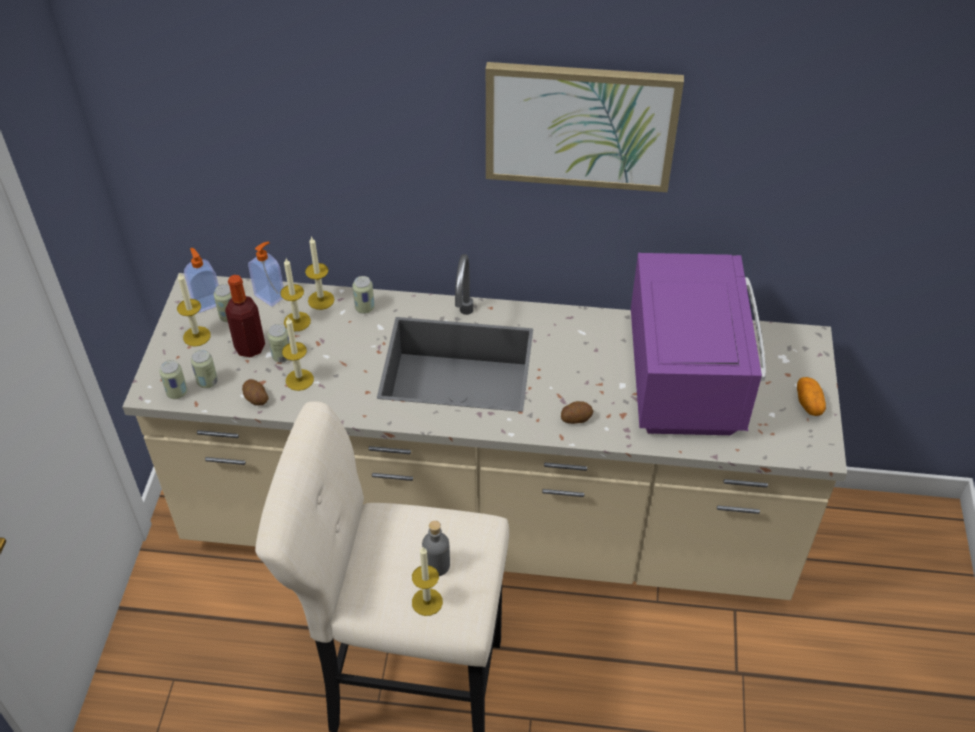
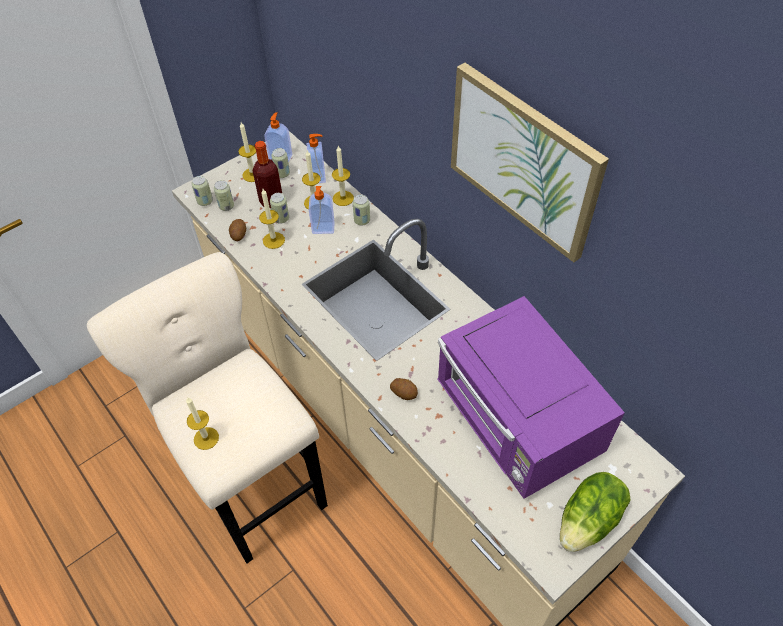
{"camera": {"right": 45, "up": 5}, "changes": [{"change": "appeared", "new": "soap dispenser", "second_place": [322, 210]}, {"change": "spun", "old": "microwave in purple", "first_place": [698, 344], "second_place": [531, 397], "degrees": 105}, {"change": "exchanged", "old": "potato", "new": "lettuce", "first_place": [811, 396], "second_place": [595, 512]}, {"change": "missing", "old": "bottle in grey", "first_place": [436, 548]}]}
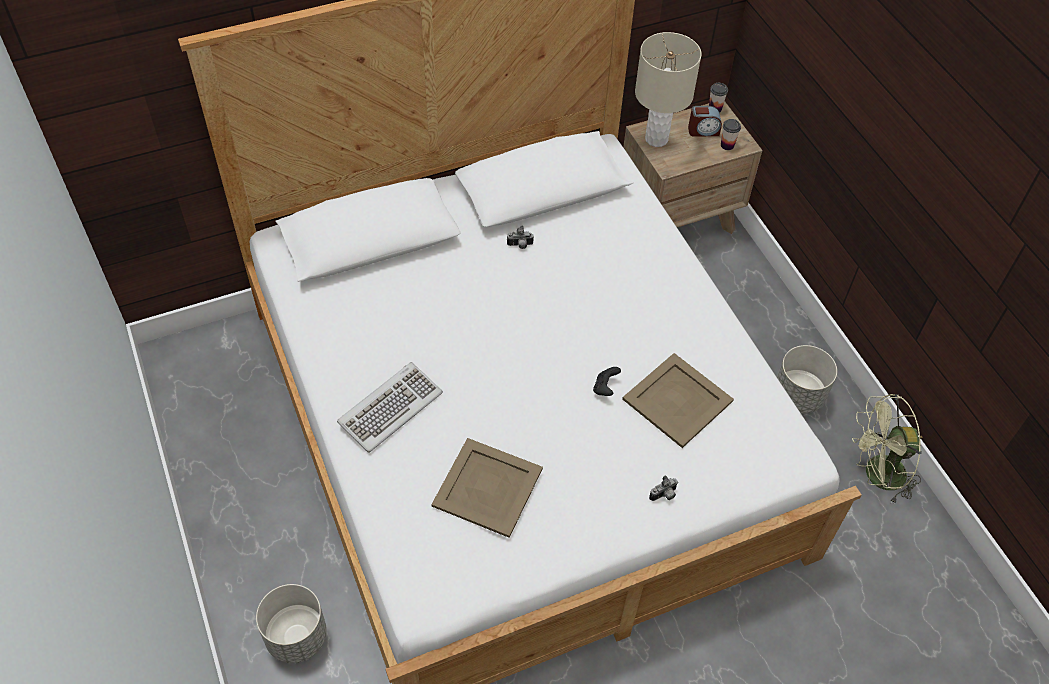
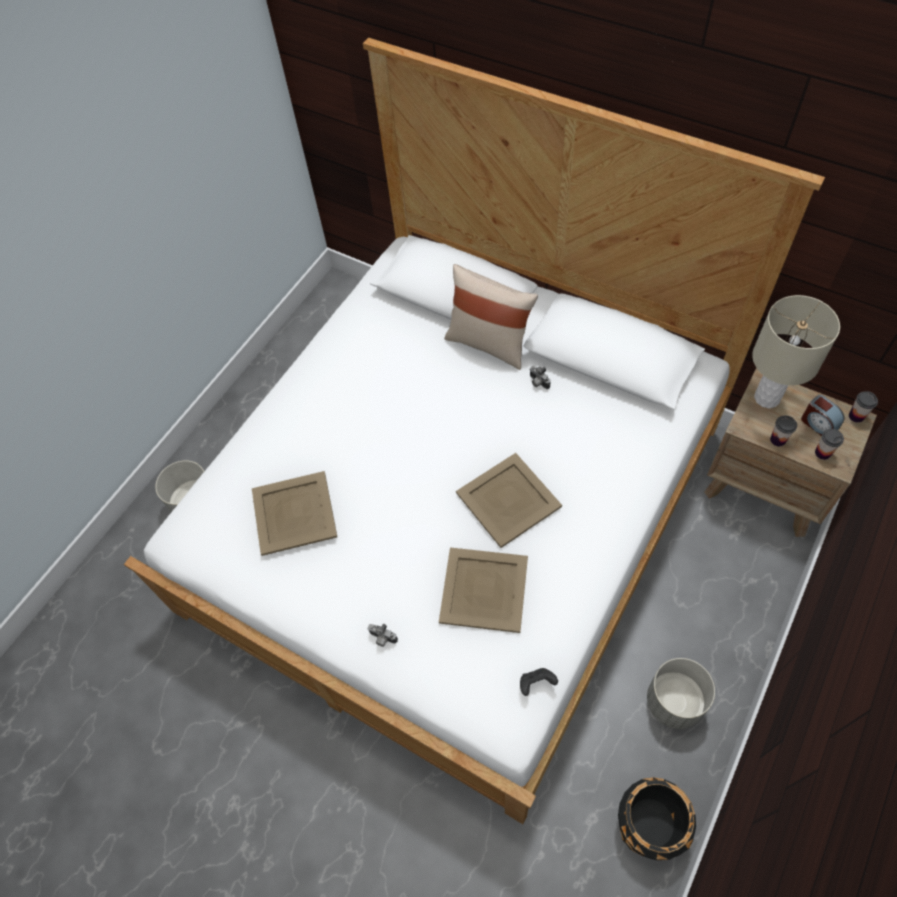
{"camera": {"right": 60, "up": 5}, "changes": [{"change": "appeared", "new": "pillow in beige", "second_place": [491, 317]}, {"change": "appeared", "new": "tray in beige", "second_place": [509, 500]}, {"change": "relocated", "old": "game controller in black", "first_place": [607, 381], "second_place": [539, 682]}, {"change": "exchanged", "old": "fan in green", "new": "planter in black", "first_place": [887, 449], "second_place": [657, 818]}, {"change": "appeared", "new": "cup", "second_place": [783, 431]}, {"change": "missing", "old": "keyboard", "first_place": [390, 407]}]}
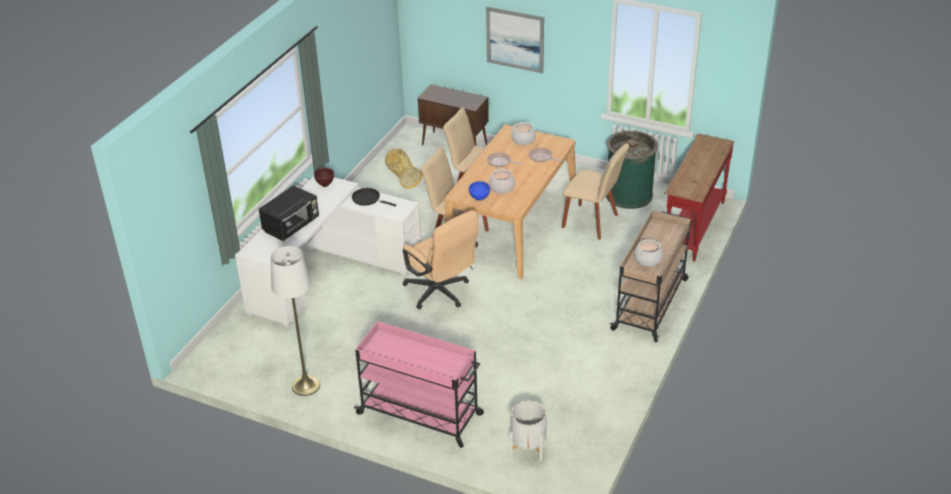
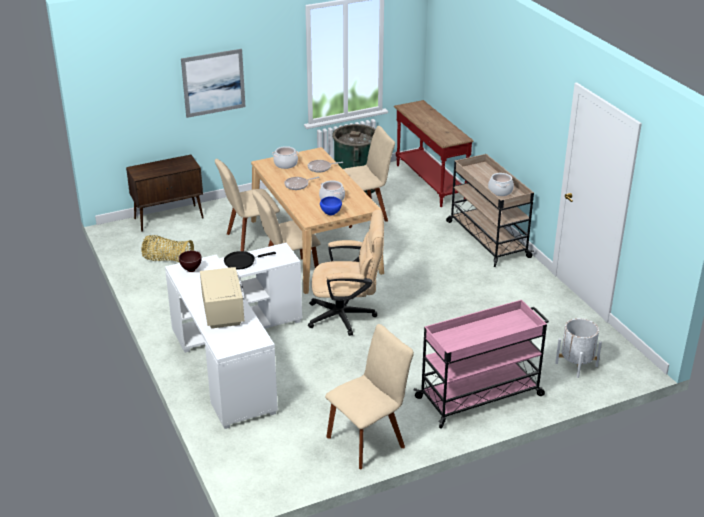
{"camera": {"right": -50, "up": -5}, "changes": [{"change": "colour", "old": "microwave in black", "new": "microwave in beige", "first_place": [289, 213], "second_place": [222, 298]}, {"change": "exchanged", "old": "floor lamp in white", "new": "chair in beige", "first_place": [295, 321], "second_place": [369, 396]}]}
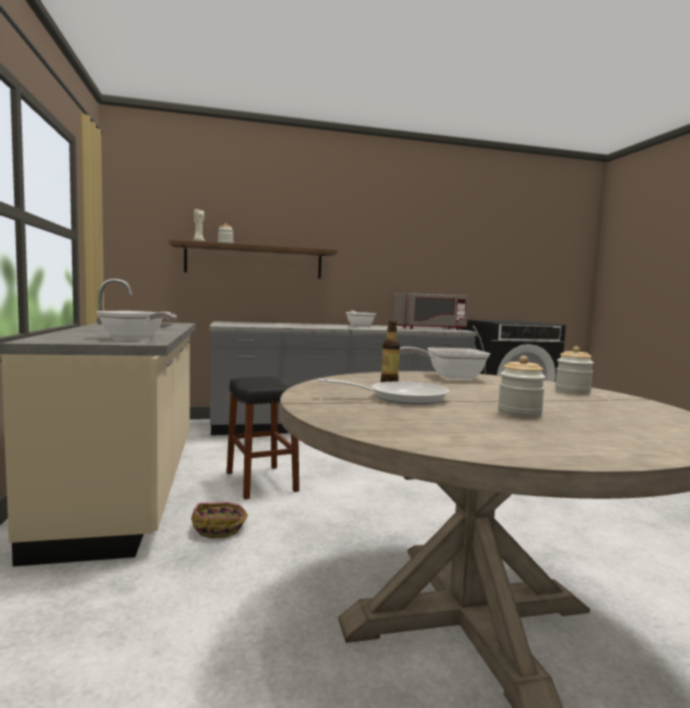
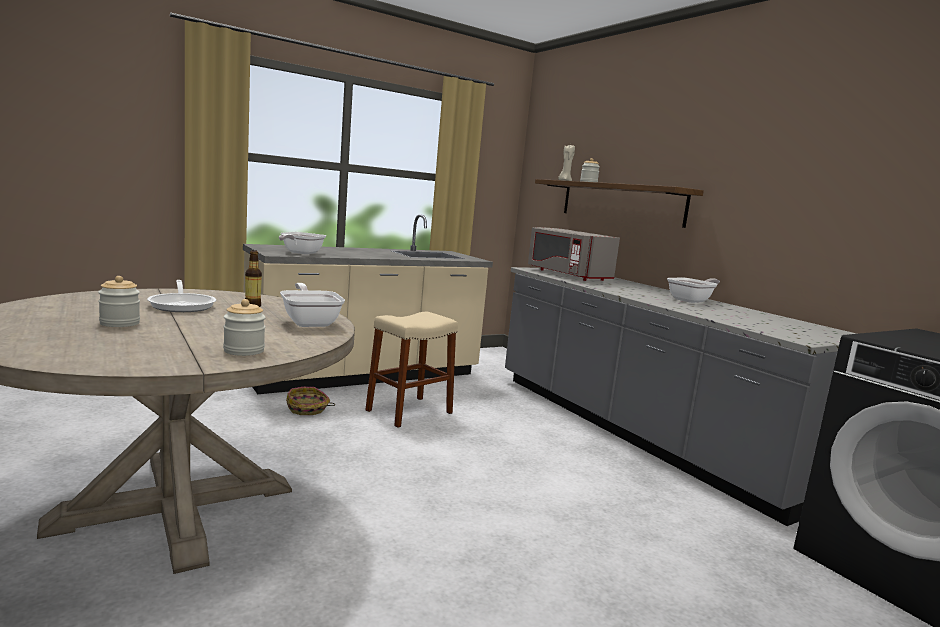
{"camera": {"right": 70, "up": 5}, "changes": [{"change": "colour", "old": "stool in black", "new": "stool in beige", "first_place": [263, 438], "second_place": [411, 370]}, {"change": "relocated", "old": "microwave in grey", "first_place": [431, 311], "second_place": [574, 254]}]}
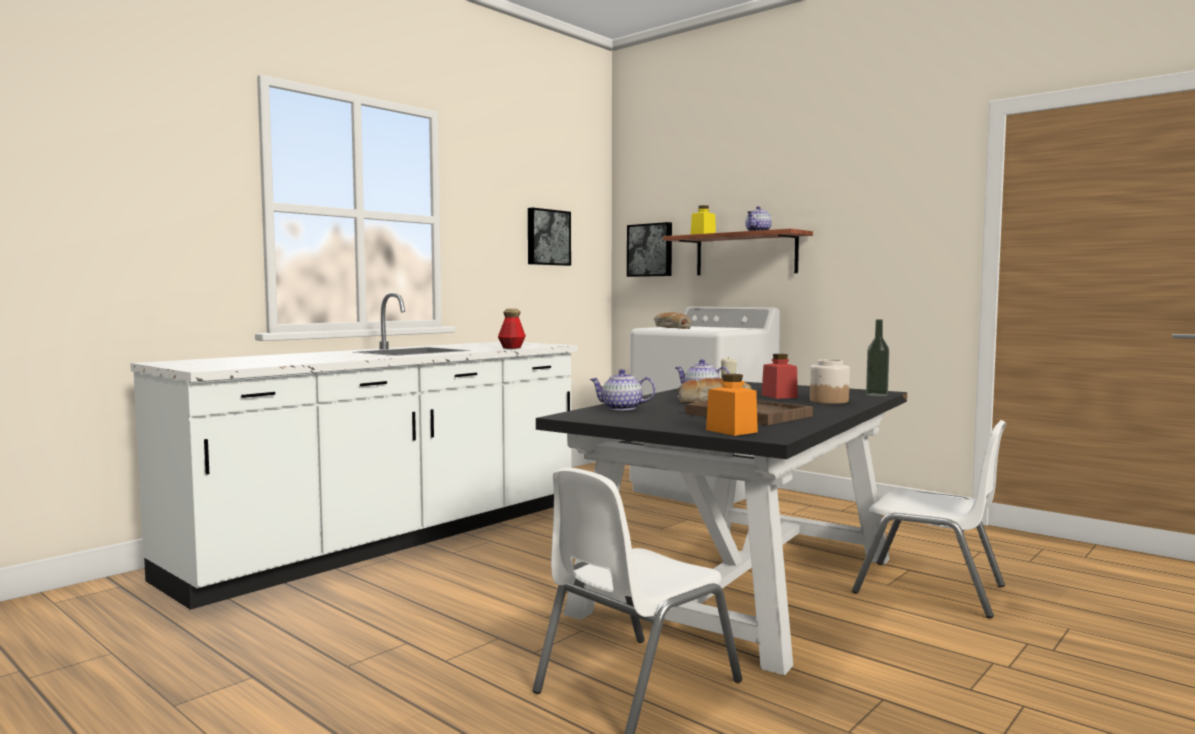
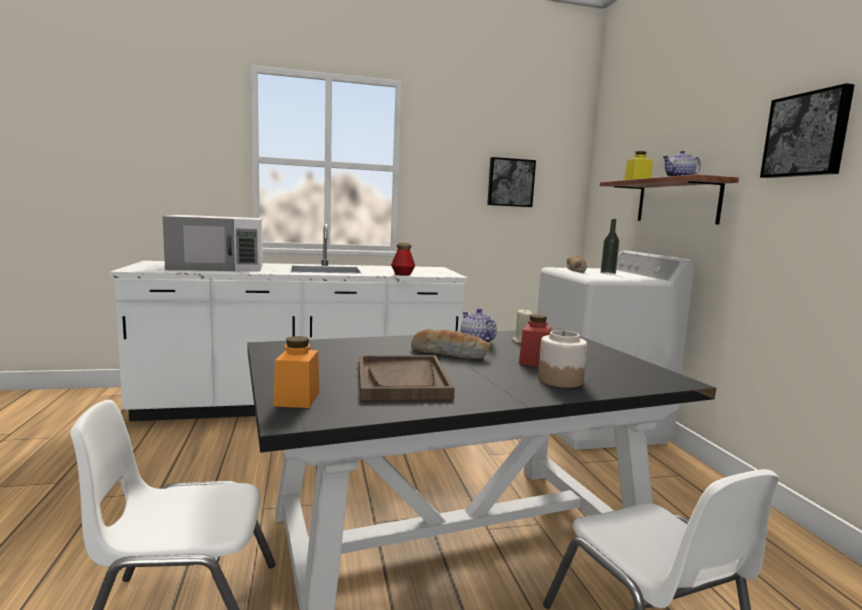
{"camera": {"right": 35, "up": 5}, "changes": [{"change": "appeared", "new": "microwave in white", "second_place": [213, 243]}, {"change": "relocated", "old": "bottle", "first_place": [877, 357], "second_place": [610, 246]}, {"change": "relocated", "old": "picture", "first_place": [649, 249], "second_place": [807, 130]}, {"change": "missing", "old": "teapot", "first_place": [623, 389]}]}
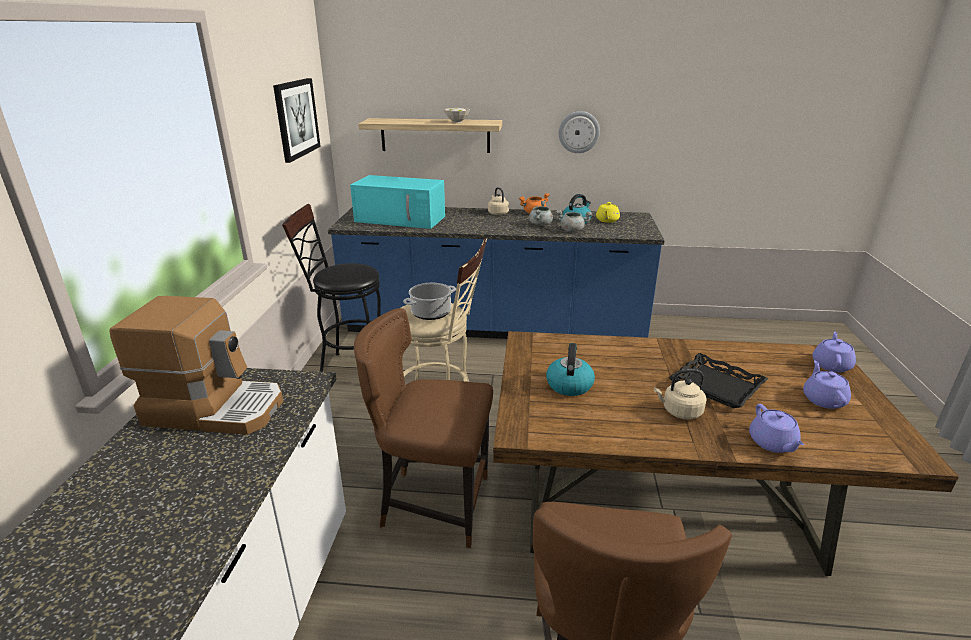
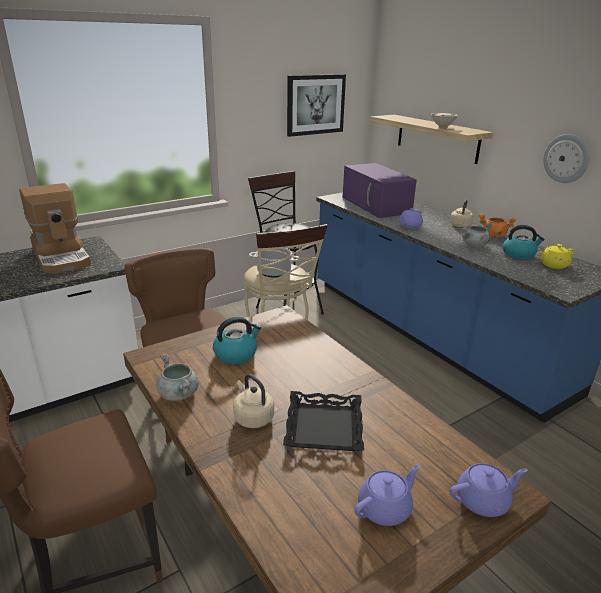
{"camera": {"right": 50, "up": 0}, "changes": [{"change": "relocated", "old": "cooking pot in grey", "first_place": [574, 221], "second_place": [177, 377]}, {"change": "colour", "old": "microwave in turquoise", "new": "microwave in purple", "first_place": [397, 202], "second_place": [380, 190]}, {"change": "relocated", "old": "teapot in purple", "first_place": [776, 428], "second_place": [411, 218]}]}
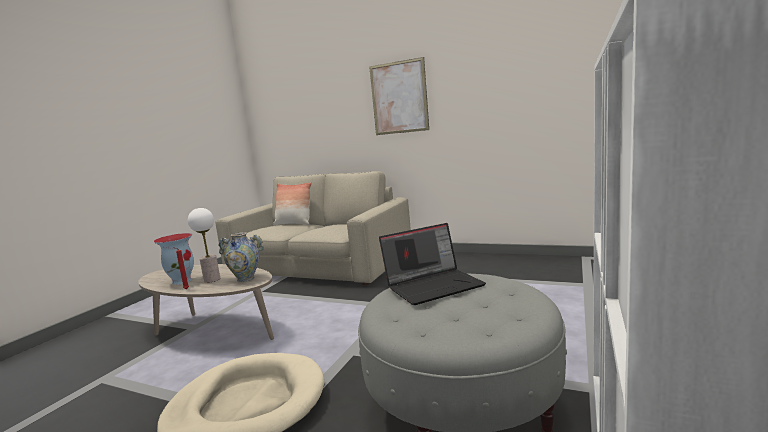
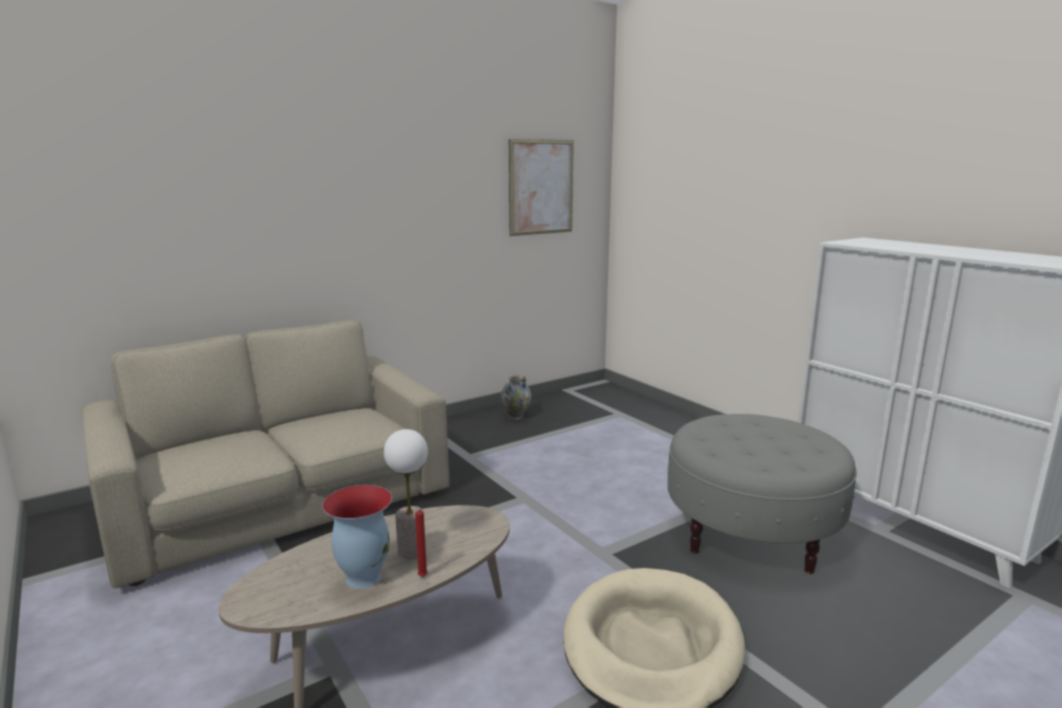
{"camera": {"right": -60, "up": 5}, "changes": [{"change": "relocated", "old": "vase", "first_place": [241, 257], "second_place": [516, 397]}, {"change": "relocated", "old": "picture", "first_place": [399, 96], "second_place": [541, 187]}, {"change": "missing", "old": "pillow", "first_place": [292, 204]}, {"change": "missing", "old": "laptop", "first_place": [432, 264]}]}
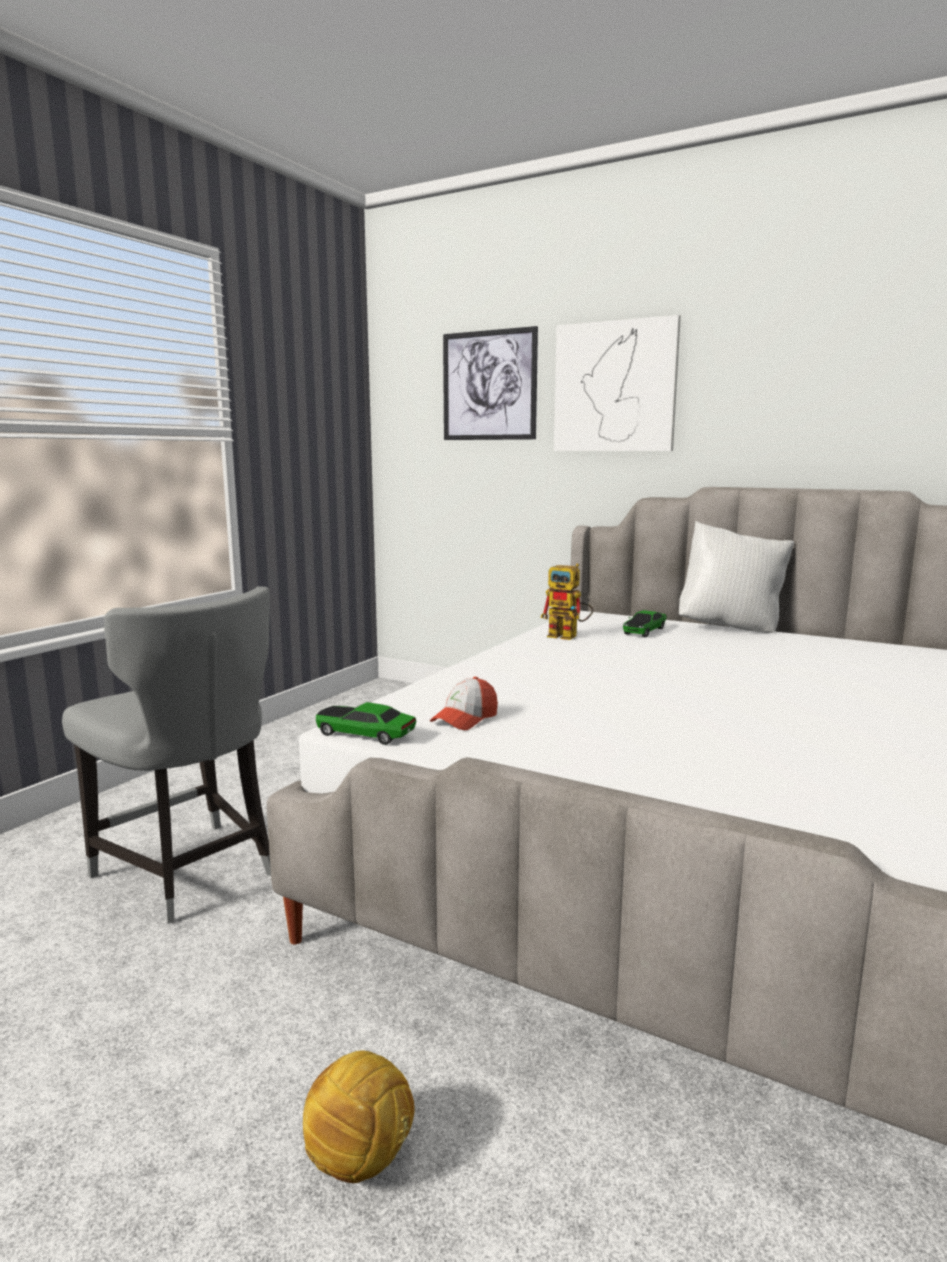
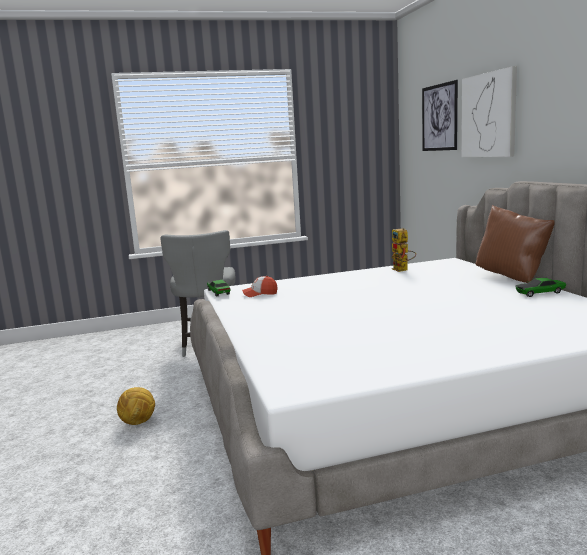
{"camera": {"right": 45, "up": 0}, "changes": [{"change": "colour", "old": "pillow in white", "new": "pillow in brown", "first_place": [736, 577], "second_place": [515, 244]}, {"change": "relocated", "old": "toy car", "first_place": [645, 623], "second_place": [541, 287]}]}
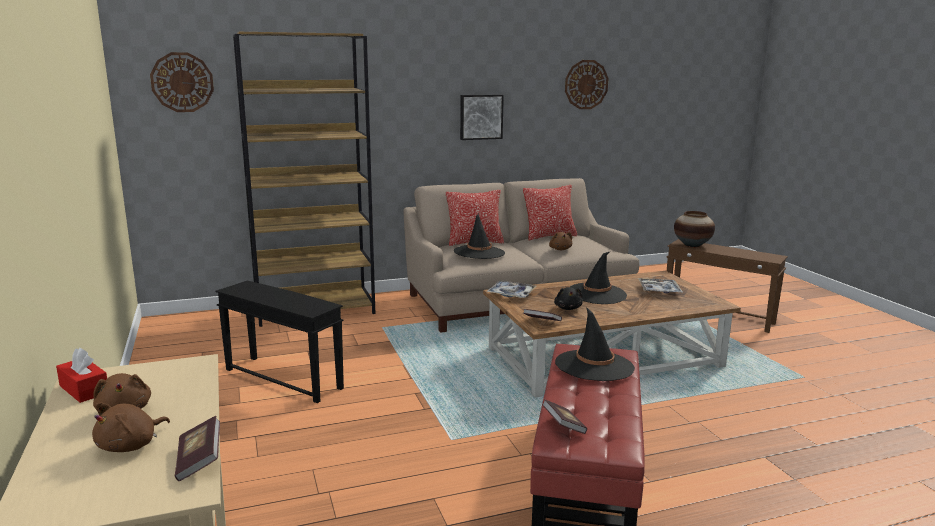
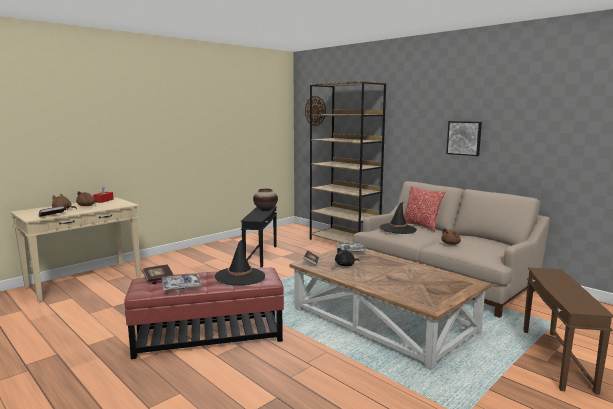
{"camera": {"right": 65, "up": -5}, "changes": [{"change": "relocated", "old": "tray", "first_place": [660, 285], "second_place": [182, 281]}, {"change": "relocated", "old": "vase", "first_place": [694, 229], "second_place": [265, 200]}, {"change": "missing", "old": "pillow", "first_place": [550, 212]}, {"change": "missing", "old": "wall clock", "first_place": [587, 84]}, {"change": "missing", "old": "hat in black", "first_place": [598, 278]}]}
